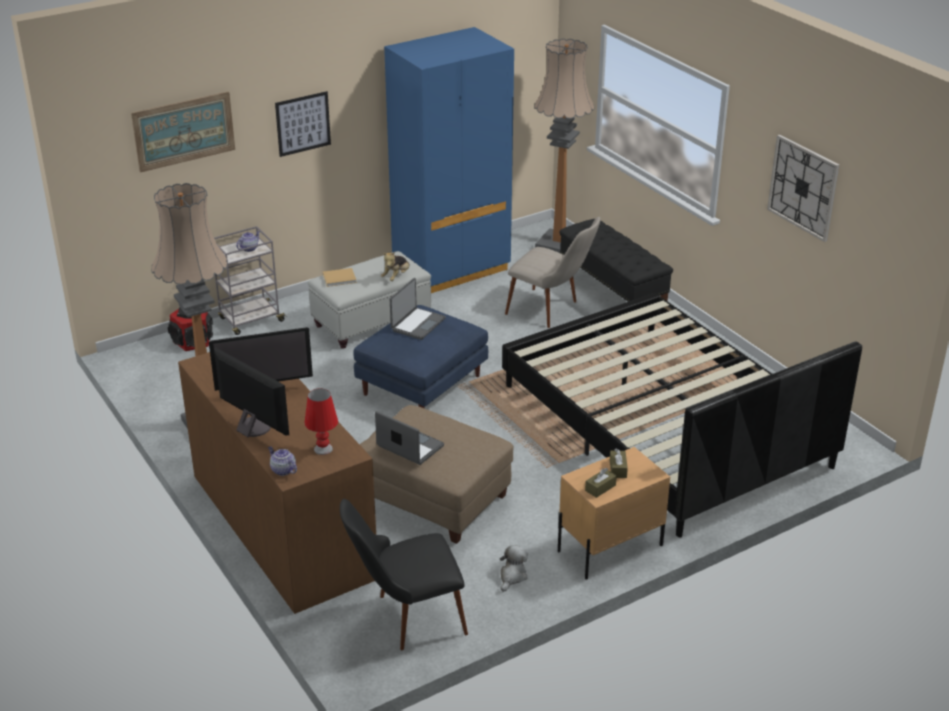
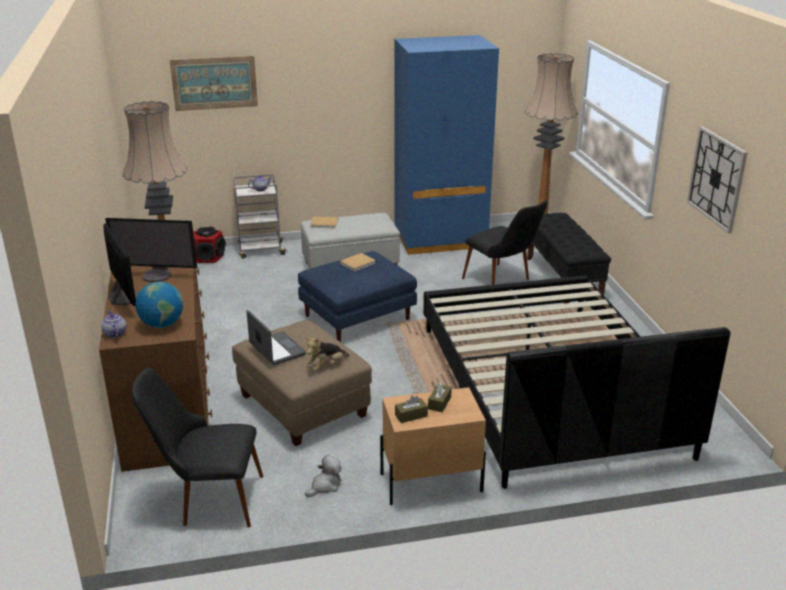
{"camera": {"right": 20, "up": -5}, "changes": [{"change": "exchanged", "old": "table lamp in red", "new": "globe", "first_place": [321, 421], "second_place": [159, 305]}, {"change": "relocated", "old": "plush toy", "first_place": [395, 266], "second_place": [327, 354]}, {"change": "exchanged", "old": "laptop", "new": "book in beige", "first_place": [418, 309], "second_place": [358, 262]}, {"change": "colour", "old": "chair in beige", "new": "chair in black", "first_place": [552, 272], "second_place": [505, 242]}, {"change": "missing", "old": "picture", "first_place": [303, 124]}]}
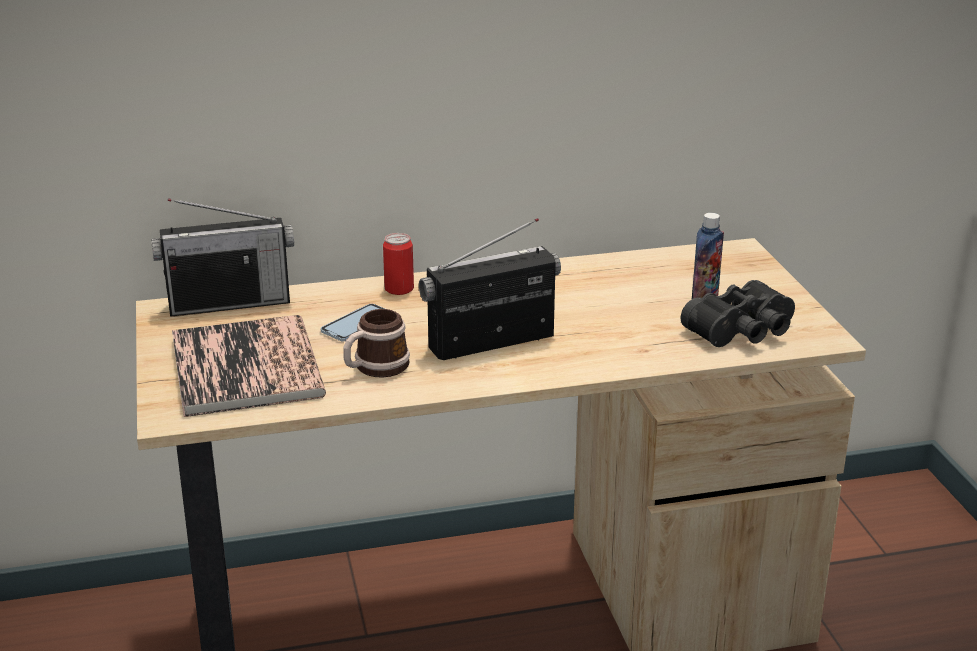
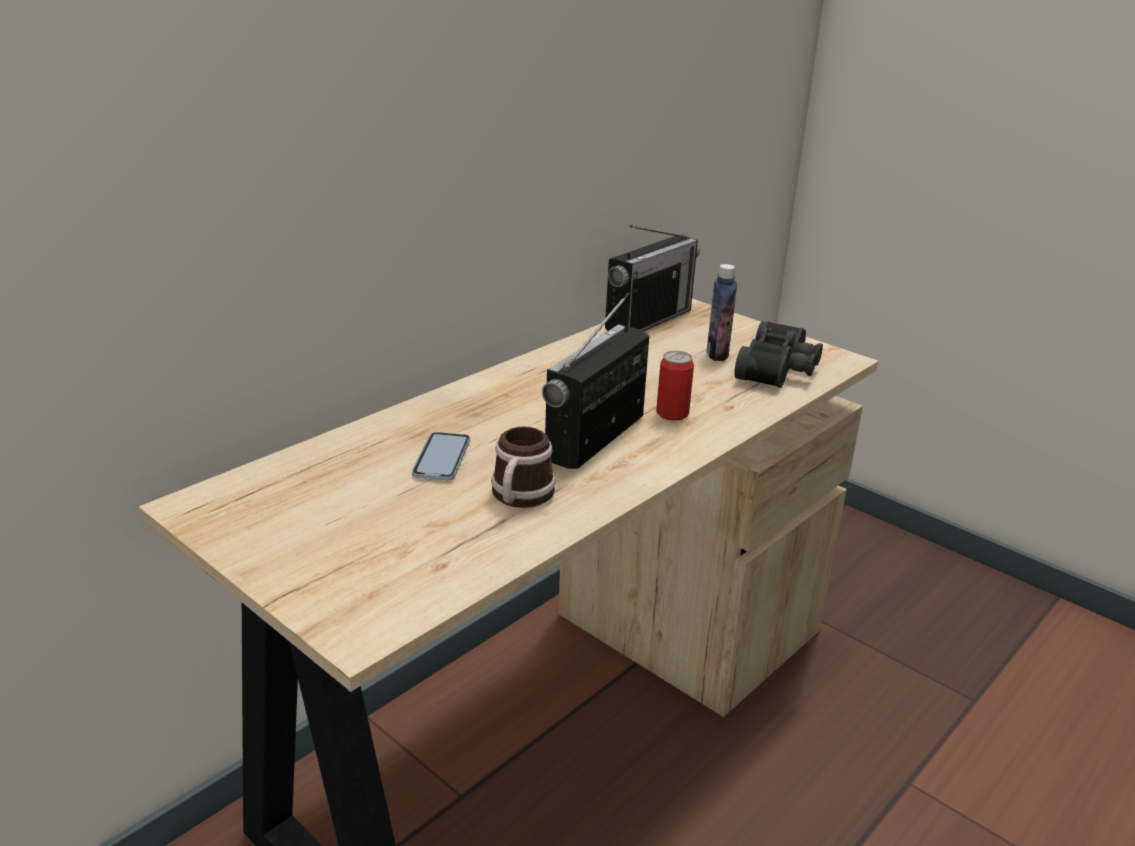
{"camera": {"right": -35, "up": 0}, "changes": [{"change": "relocated", "old": "radio", "first_place": [222, 257], "second_place": [652, 278]}, {"change": "relocated", "old": "can", "first_place": [398, 264], "second_place": [675, 385]}, {"change": "missing", "old": "book", "first_place": [249, 366]}]}
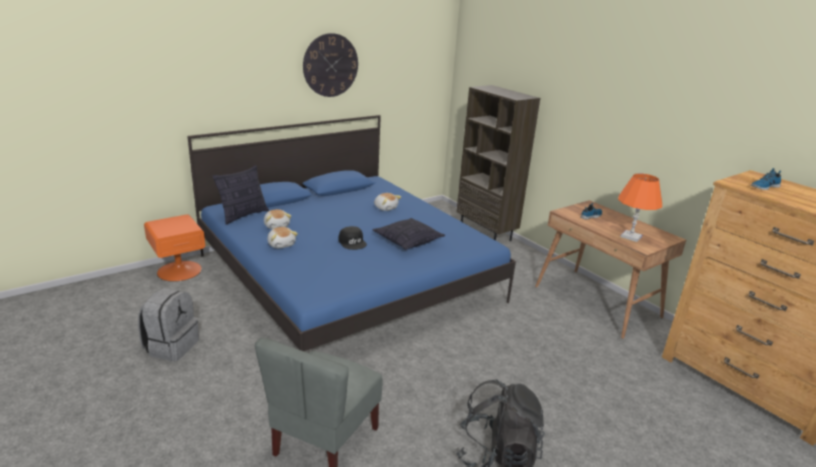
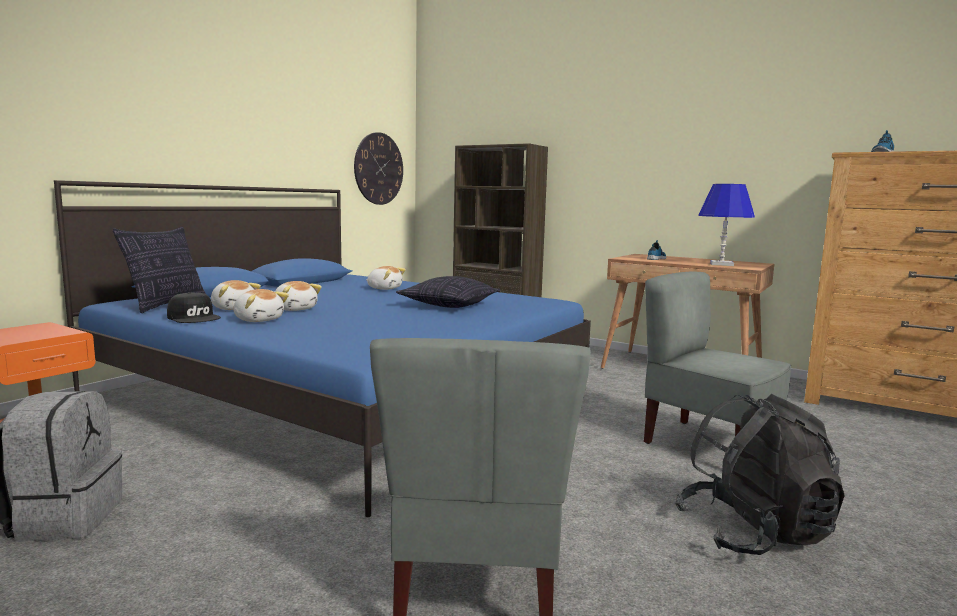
{"camera": {"right": -20, "up": -15}, "changes": [{"change": "relocated", "old": "cap in black", "first_place": [352, 238], "second_place": [194, 307]}, {"change": "appeared", "new": "plush toy", "second_place": [298, 296]}, {"change": "relocated", "old": "wall clock", "first_place": [330, 65], "second_place": [378, 168]}, {"change": "appeared", "new": "chair in grey", "second_place": [717, 358]}, {"change": "colour", "old": "table lamp in orange", "new": "table lamp in blue", "first_place": [640, 207], "second_place": [726, 225]}]}
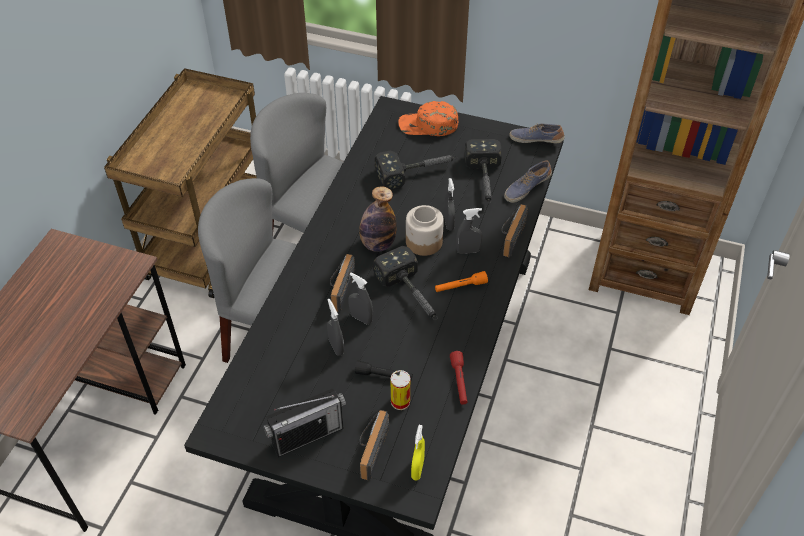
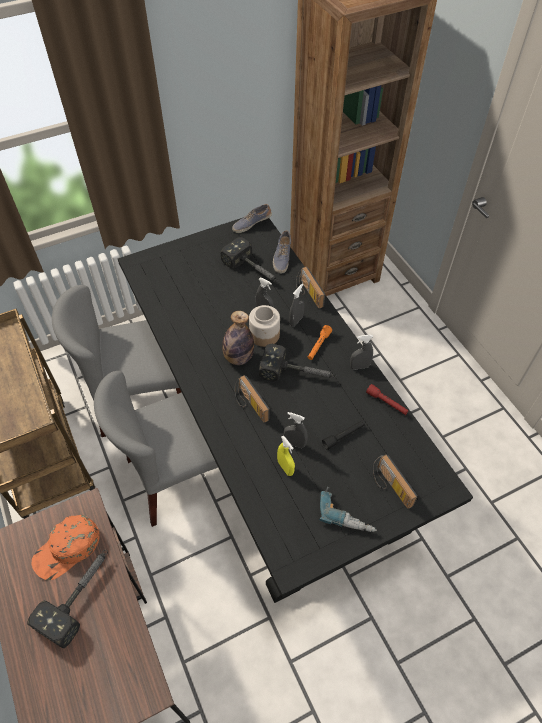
{"camera": {"right": -45, "up": 5}, "changes": [{"change": "relocated", "old": "hammer", "first_place": [416, 170], "second_place": [67, 599]}, {"change": "relocated", "old": "cap in orange", "first_place": [428, 118], "second_place": [66, 547]}, {"change": "relocated", "old": "spray bottle in yellow", "first_place": [418, 453], "second_place": [286, 455]}, {"change": "exchanged", "old": "radio", "new": "power drill", "first_place": [304, 423], "second_place": [348, 509]}, {"change": "relocated", "old": "spray bottle in grey", "first_place": [361, 298], "second_place": [361, 352]}, {"change": "missing", "old": "can", "first_place": [400, 390]}]}
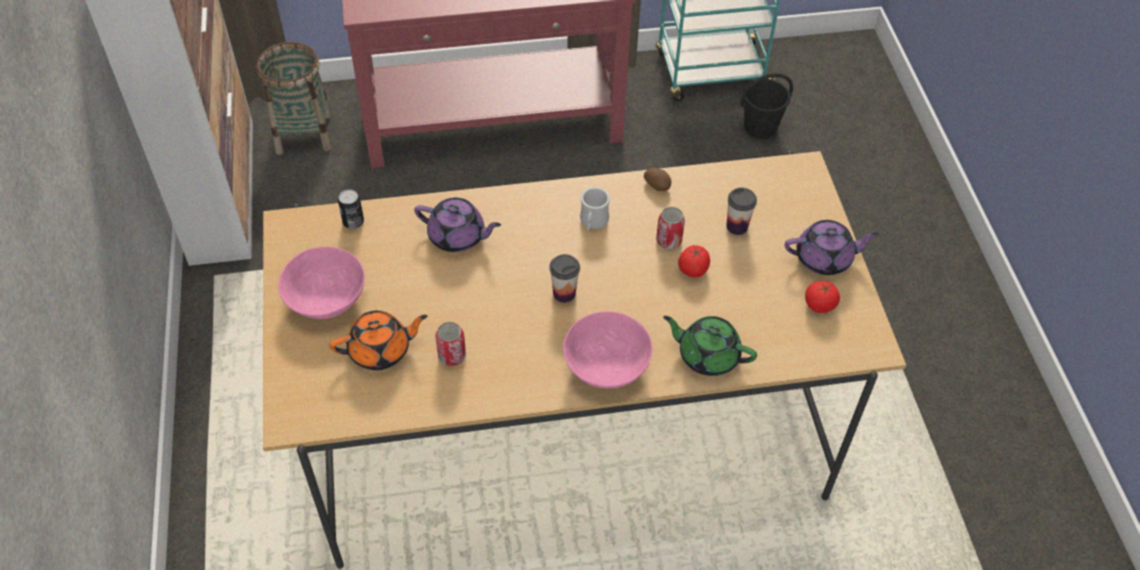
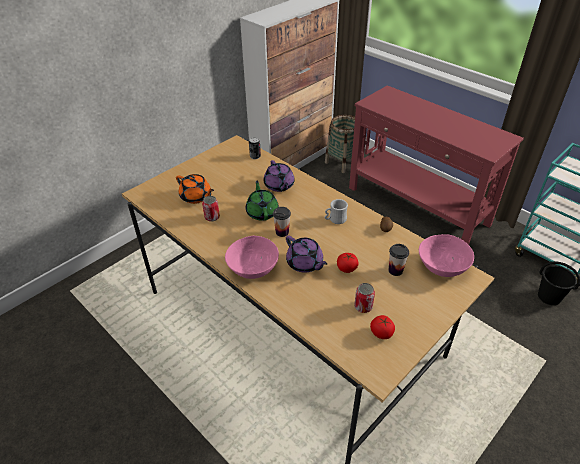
{"camera": {"right": 55, "up": -10}, "changes": [{"change": "relocated", "old": "teapot in green", "first_place": [710, 346], "second_place": [262, 200]}, {"change": "relocated", "old": "teapot in purple", "first_place": [832, 247], "second_place": [306, 254]}, {"change": "relocated", "old": "can", "first_place": [670, 228], "second_place": [364, 298]}, {"change": "relocated", "old": "bowl in pink", "first_place": [321, 283], "second_place": [446, 255]}]}
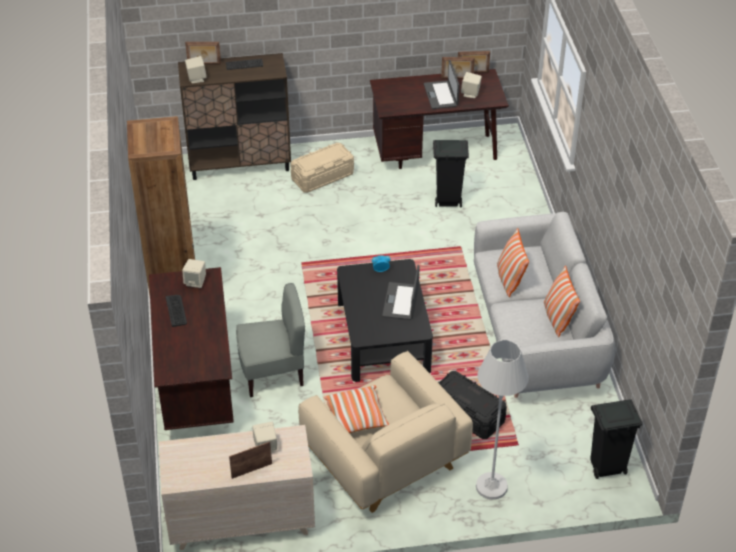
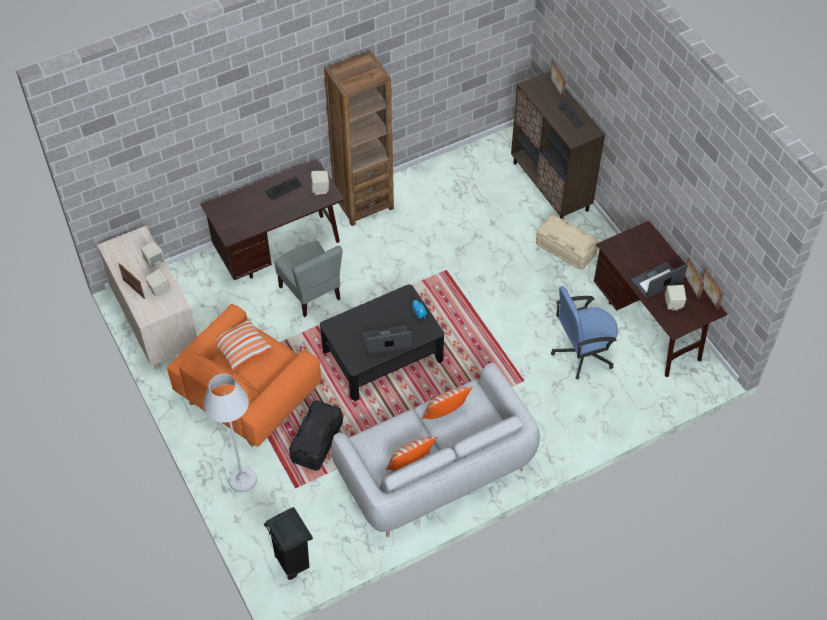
{"camera": {"right": 70, "up": 10}, "changes": [{"change": "relocated", "old": "speaker in beige", "first_place": [196, 69], "second_place": [152, 255]}, {"change": "colour", "old": "armchair in beige", "new": "armchair in orange", "first_place": [385, 432], "second_place": [244, 375]}, {"change": "exchanged", "old": "trash can in black", "new": "office chair in blue", "first_place": [451, 173], "second_place": [584, 333]}]}
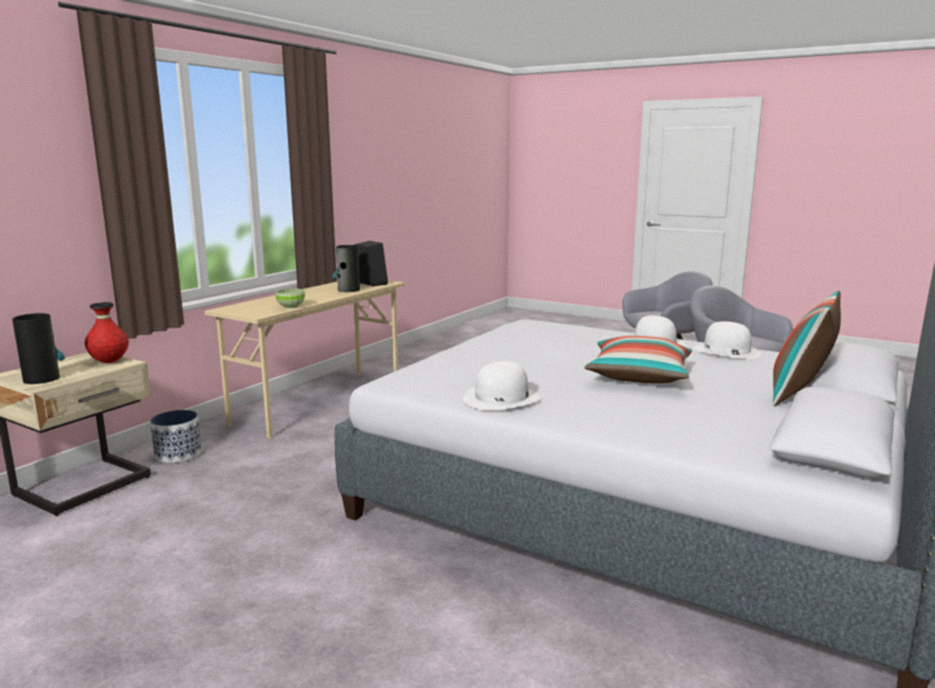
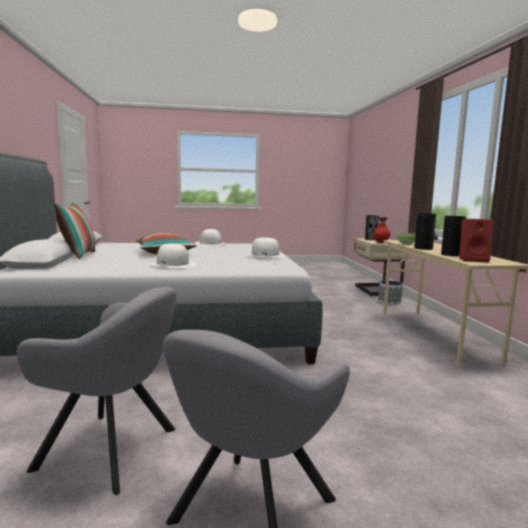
{"camera": {"right": 140, "up": -5}, "changes": [{"change": "relocated", "old": "hat in white", "first_place": [727, 340], "second_place": [265, 247]}, {"change": "appeared", "new": "vase", "second_place": [426, 231]}, {"change": "colour", "old": "speaker in black", "new": "speaker in red", "first_place": [371, 264], "second_place": [476, 241]}]}
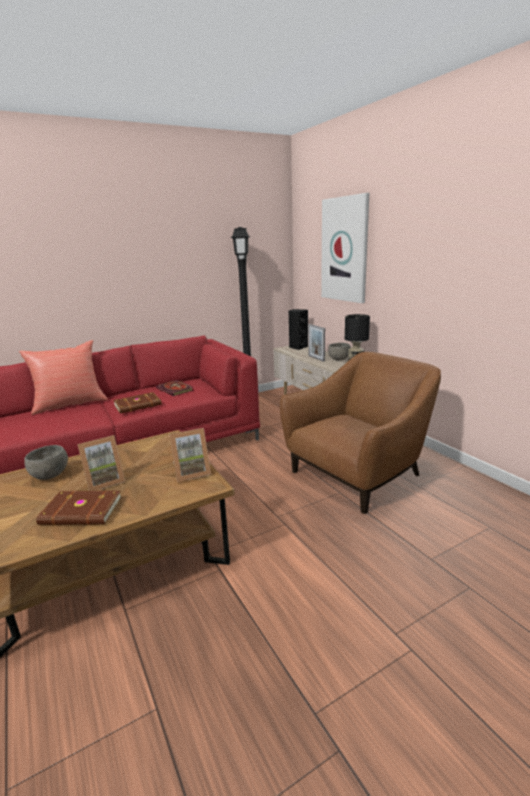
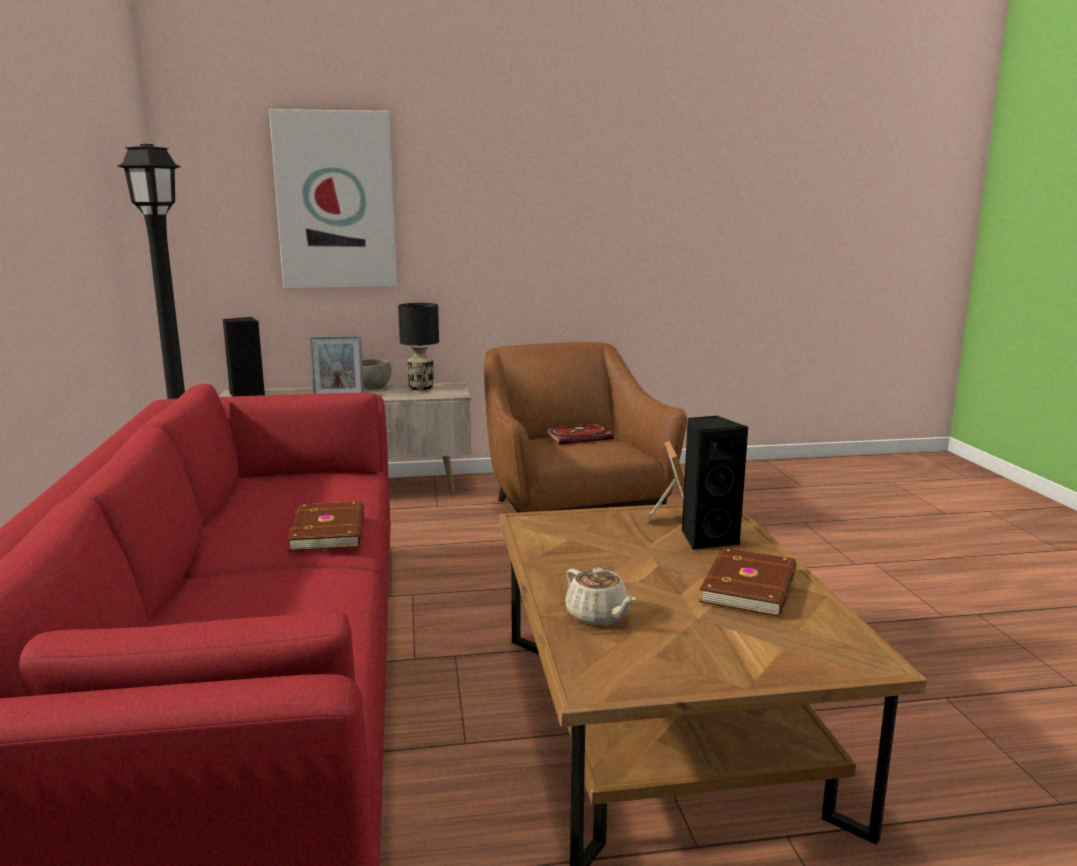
{"camera": {"right": -70, "up": -5}, "changes": [{"change": "relocated", "old": "book", "first_place": [175, 388], "second_place": [579, 434]}, {"change": "exchanged", "old": "bowl in grey", "new": "teapot in beige", "first_place": [46, 462], "second_place": [600, 597]}, {"change": "appeared", "new": "speaker in black", "second_place": [715, 483]}, {"change": "missing", "old": "pillow in red", "first_place": [63, 377]}, {"change": "missing", "old": "picture frame", "first_place": [101, 463]}]}
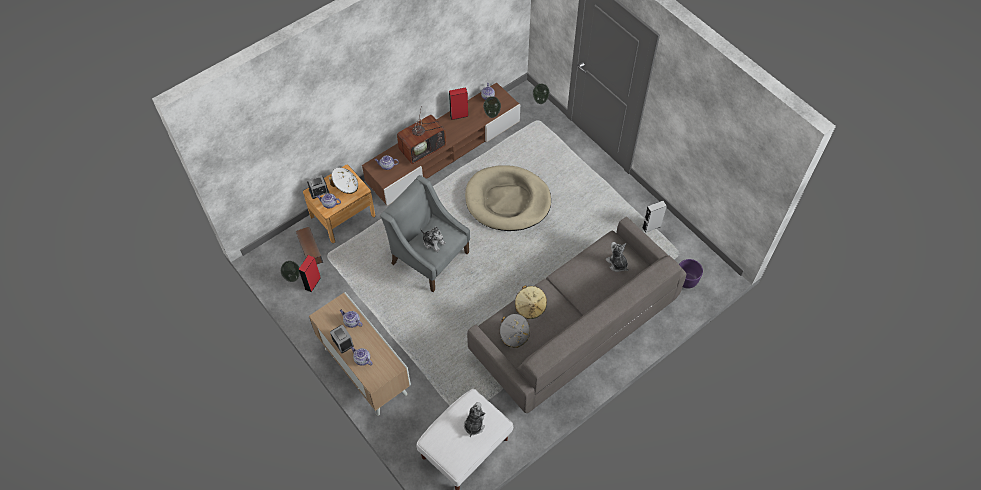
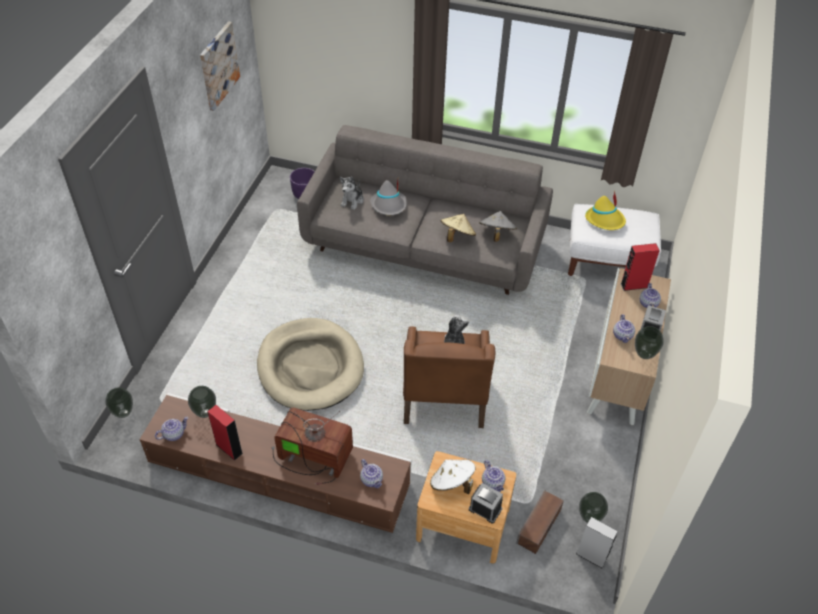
{"camera": {"right": -125, "up": -10}, "changes": [{"change": "appeared", "new": "picture", "second_place": [220, 66]}, {"change": "appeared", "new": "hat in grey", "second_place": [388, 197]}, {"change": "colour", "old": "armchair in grey", "new": "armchair in brown", "first_place": [425, 233], "second_place": [449, 377]}, {"change": "relocated", "old": "speaker in grey", "first_place": [654, 216], "second_place": [597, 543]}, {"change": "exchanged", "old": "plush toy", "new": "hat in yellow", "first_place": [475, 419], "second_place": [605, 210]}, {"change": "relocated", "old": "speaker in red", "first_place": [309, 273], "second_place": [640, 267]}, {"change": "appeared", "new": "vase", "second_place": [649, 342]}]}
